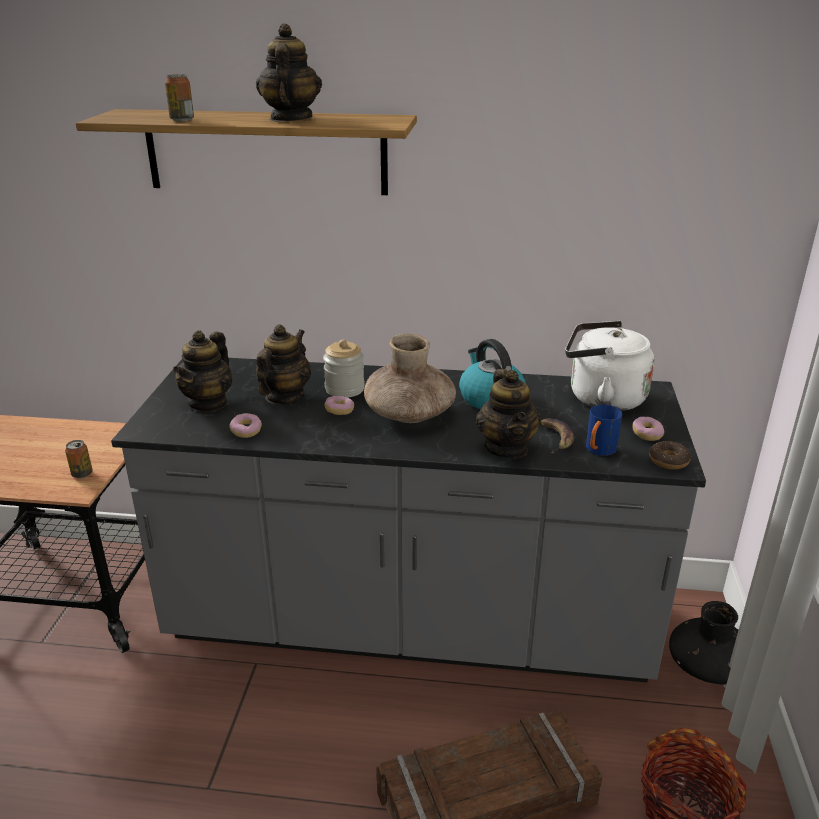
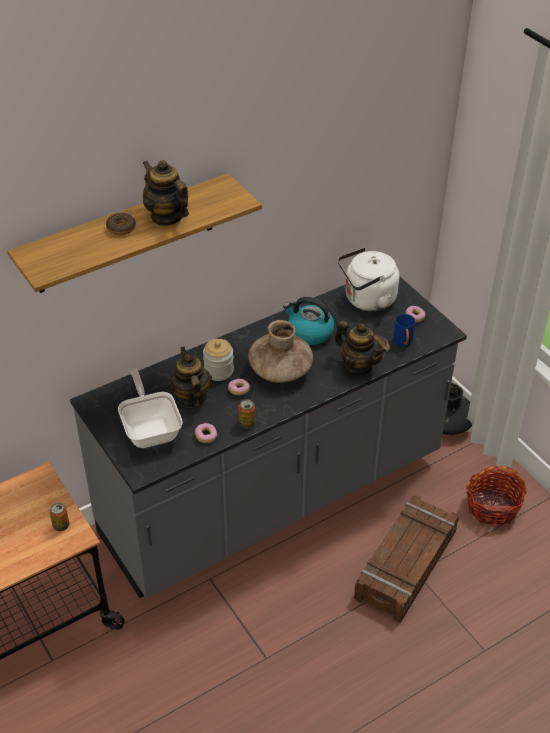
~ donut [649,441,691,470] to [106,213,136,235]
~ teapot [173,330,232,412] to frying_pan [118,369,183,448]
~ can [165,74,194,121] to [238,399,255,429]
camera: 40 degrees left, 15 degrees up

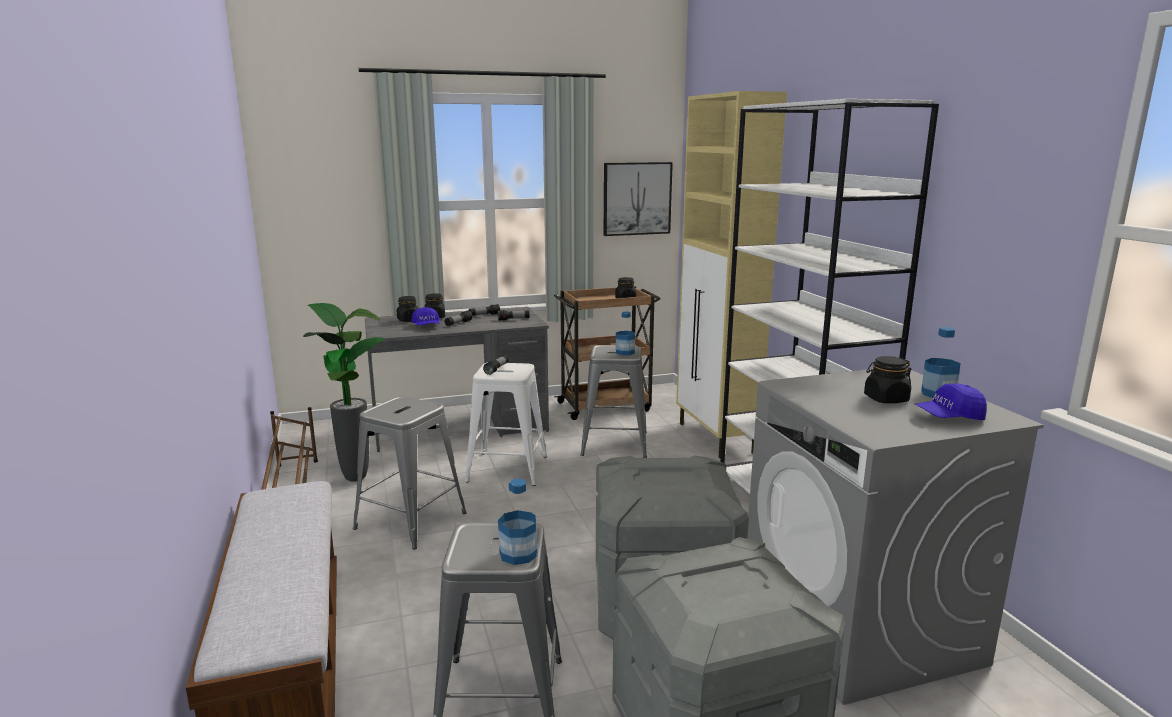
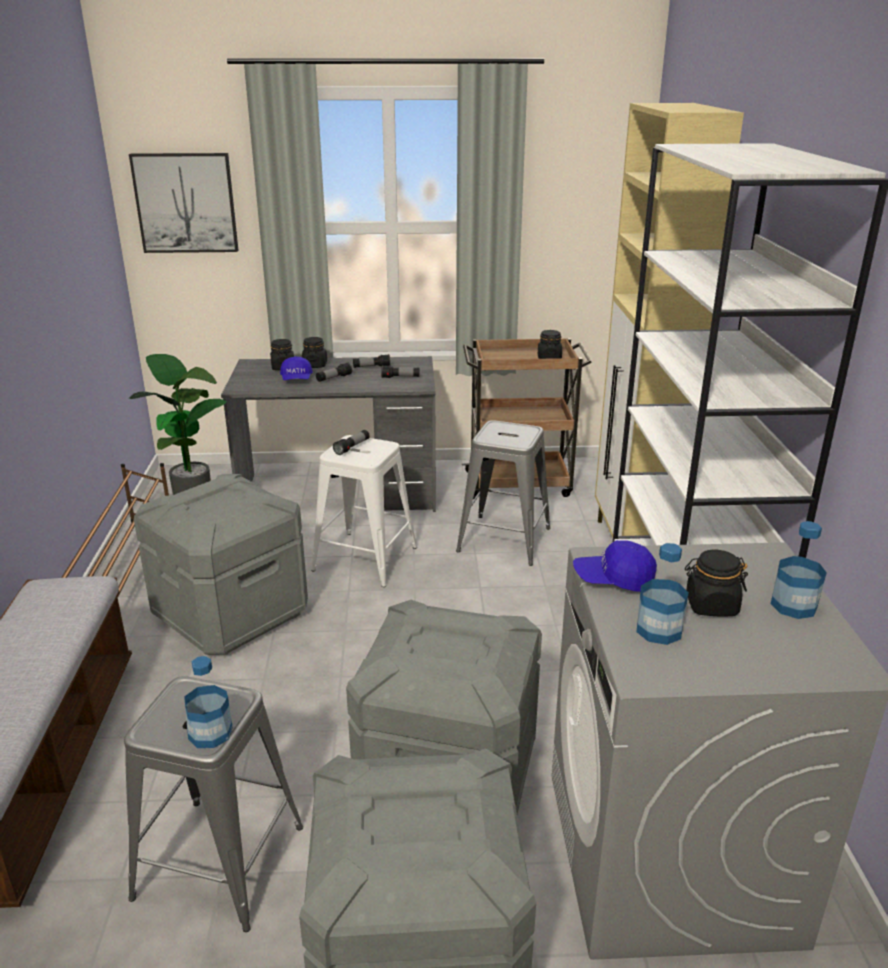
~ picture [604,162,673,236] to [129,153,239,253]
~ grey_stool [353,396,467,549] to grey_storage_box [134,474,308,655]
~ blue_cap [915,383,987,420] to [573,540,657,592]
~ bottle [616,312,635,355] to [637,543,689,645]
camera: 15 degrees right, 10 degrees up

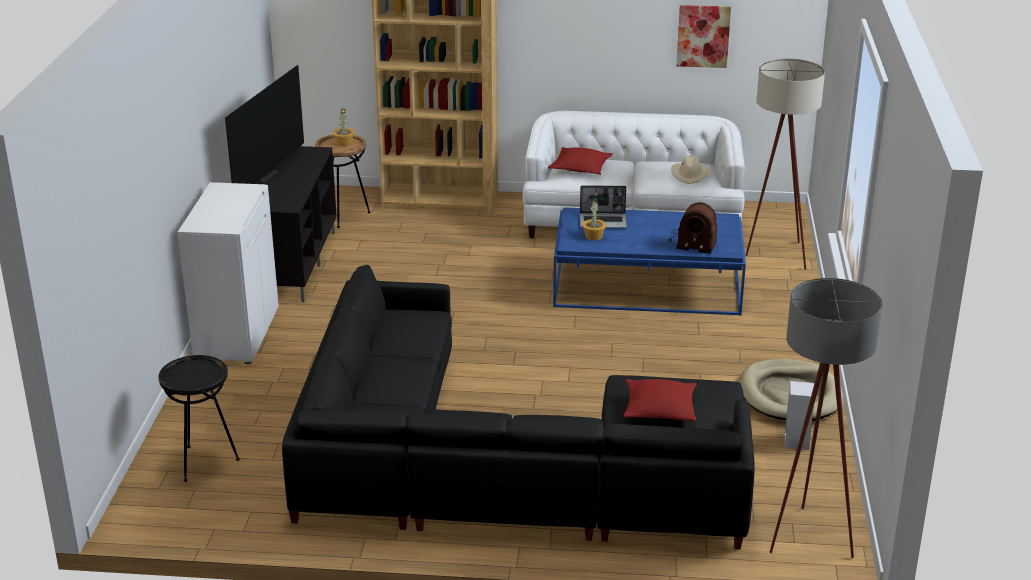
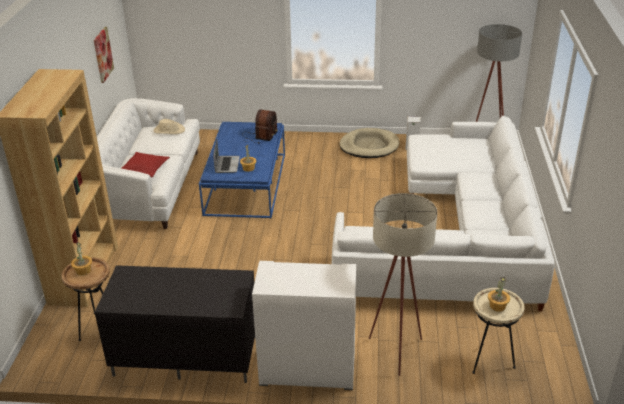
~ black_sofa [282,265,755,549] to white_sofa [332,116,555,311]
~ beige_floor_lamp [746,58,825,270] to [369,193,437,376]
~ black_side_table [158,355,240,482] to beige_side_table [472,288,525,374]
+ potted_plant [488,277,510,312]
- television [225,65,304,184]
- red_pillow [623,379,697,421]
camera: 90 degrees left, 5 degrees up

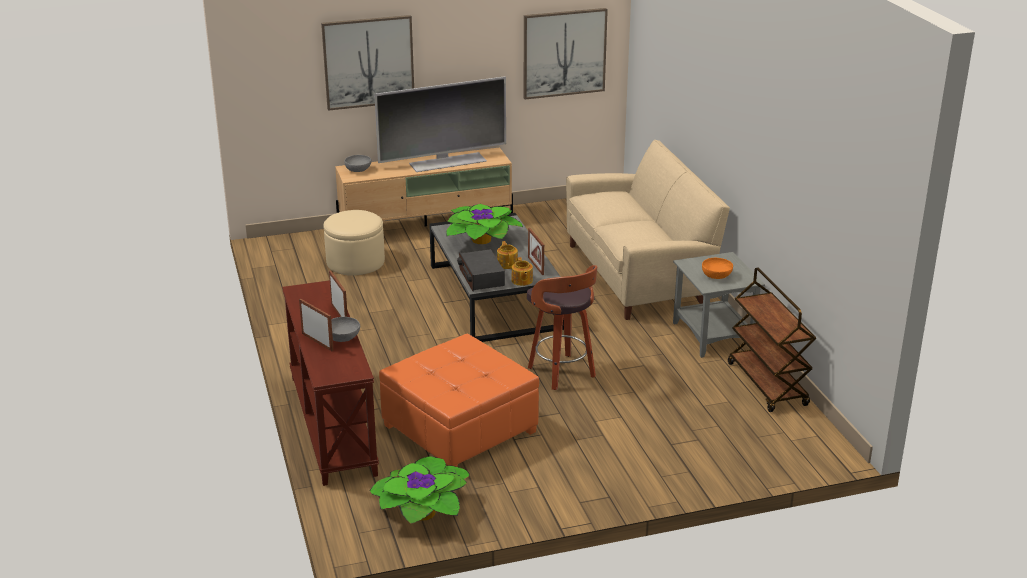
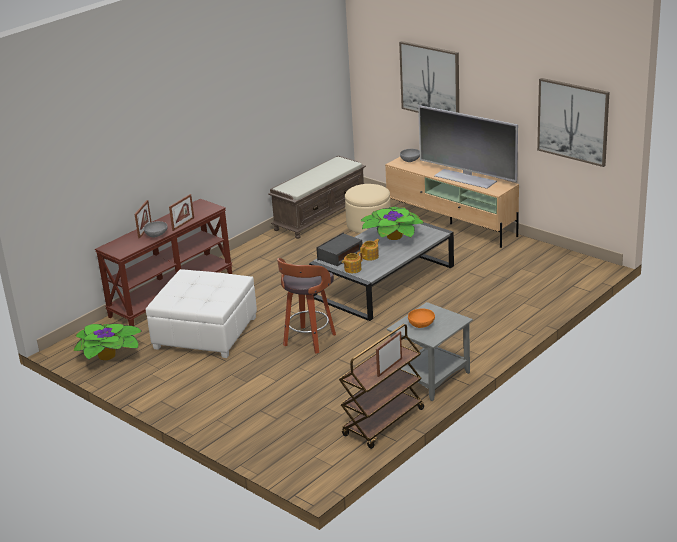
~ orange_ottoman [379,334,539,467] to white_ottoman [146,269,257,358]
+ brown_bench [268,156,366,239]
~ picture_frame [528,228,544,275] to [376,331,402,377]
- beige_sofa [566,140,730,320]
camera: 60 degrees right, 0 degrees up

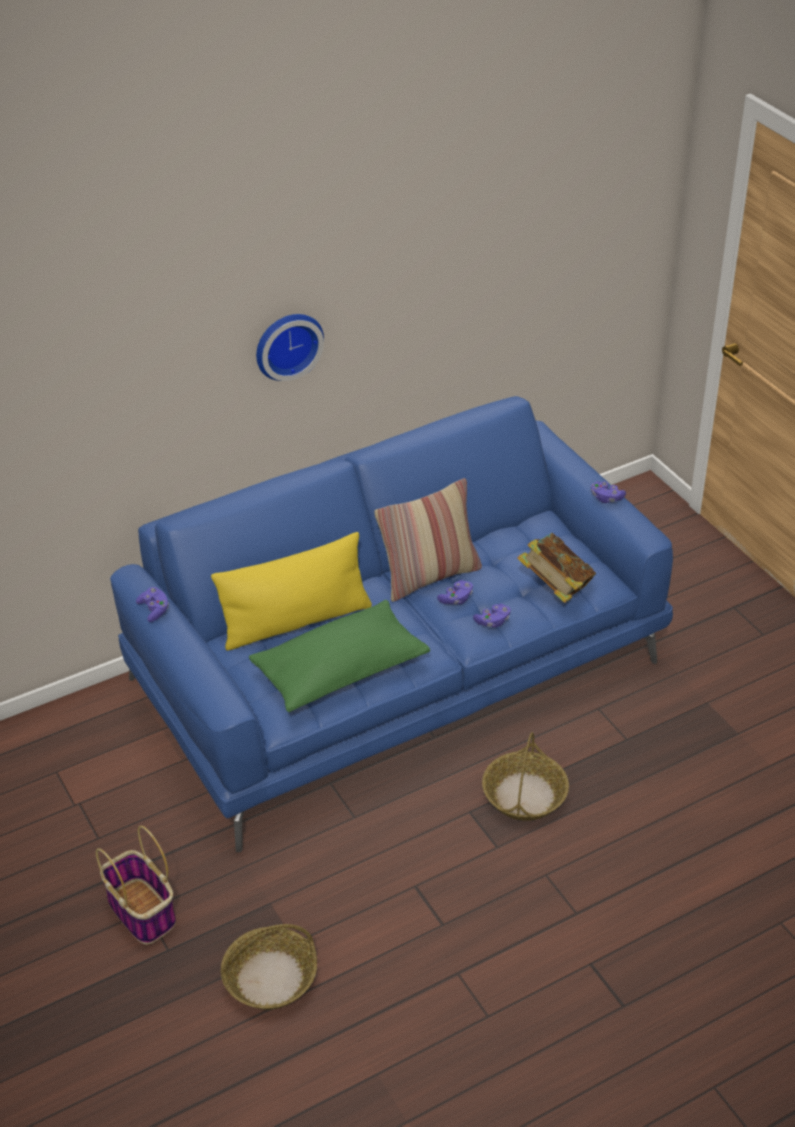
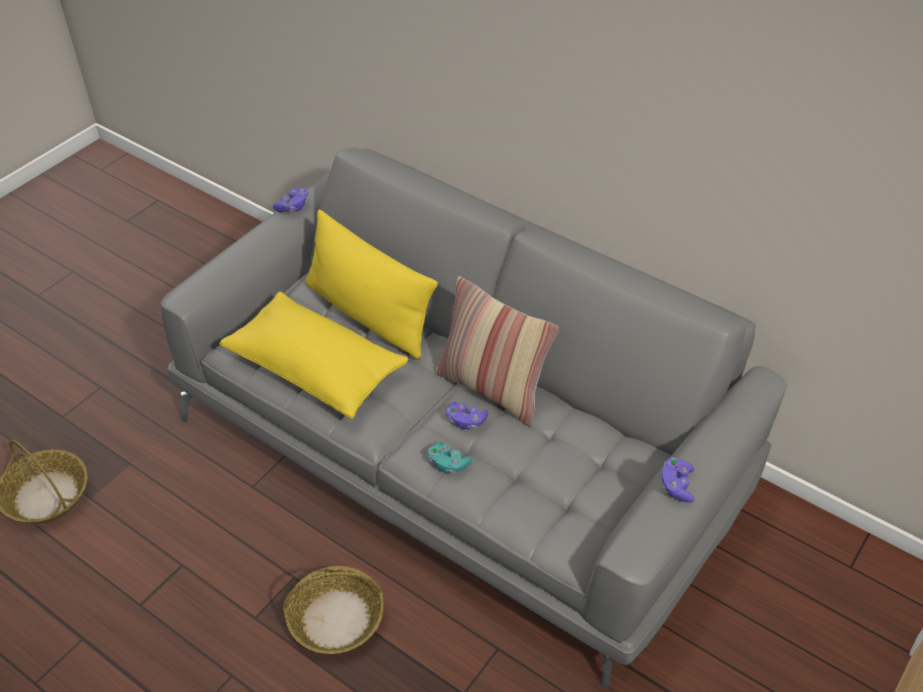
~ blue_sofa [110,396,673,852] to grey_sofa [160,147,787,687]
~ green_pillow [249,600,430,712] to yellow_pillow [220,292,409,419]
~ purple_game_controller [473,604,511,628] to turquoise_game_controller [428,442,472,473]
- basket [96,826,176,944]
- wall_clock [256,314,324,381]
- book [517,533,596,603]
camera: 65 degrees right, 5 degrees up

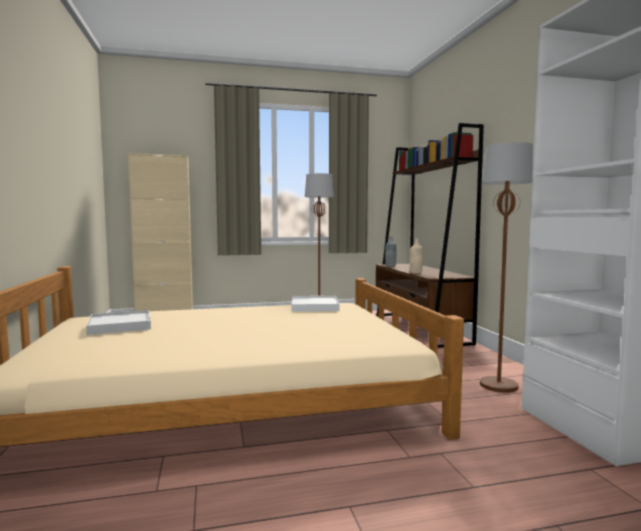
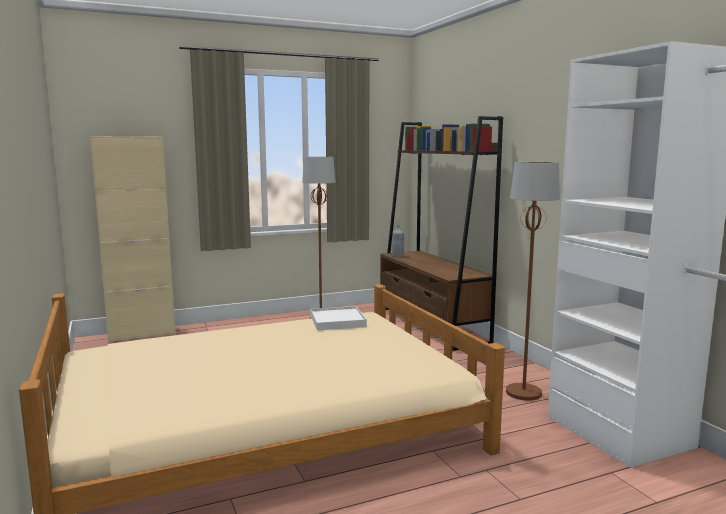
- white_tray [86,310,151,335]
- beige_bottle [410,239,423,273]
camera: 10 degrees left, 5 degrees up

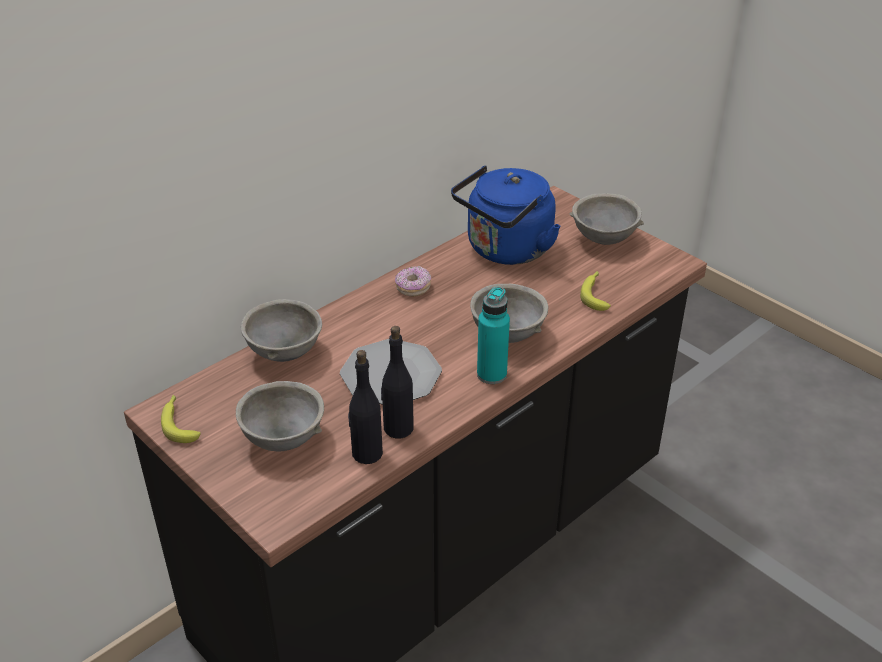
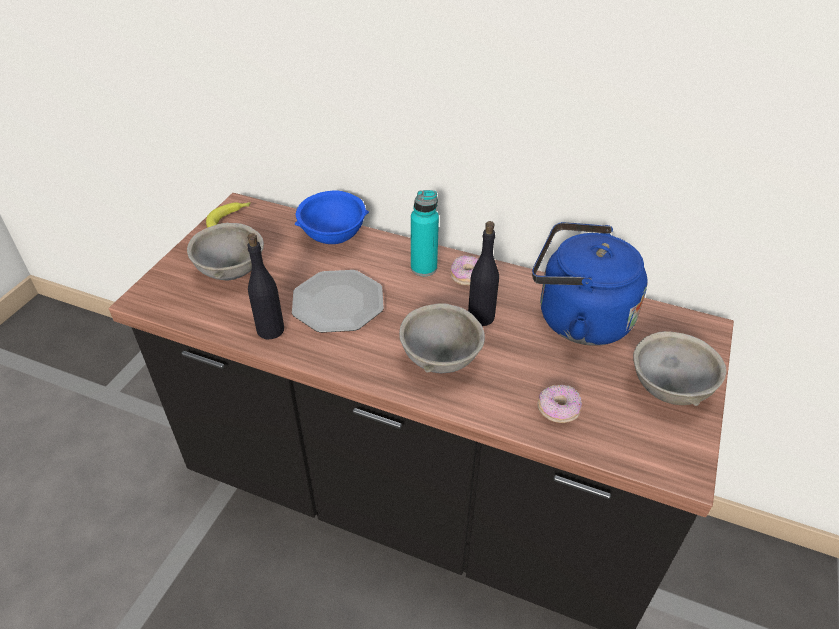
~ grey_bowl [241,299,322,362] to blue_bowl [295,190,369,244]
~ turquoise_bottle [477,287,510,384] to [411,190,439,276]
~ black_bottle [348,350,383,464] to [468,221,499,326]
~ banana [580,271,611,311] to donut [538,385,582,423]
camera: 65 degrees right, 5 degrees up

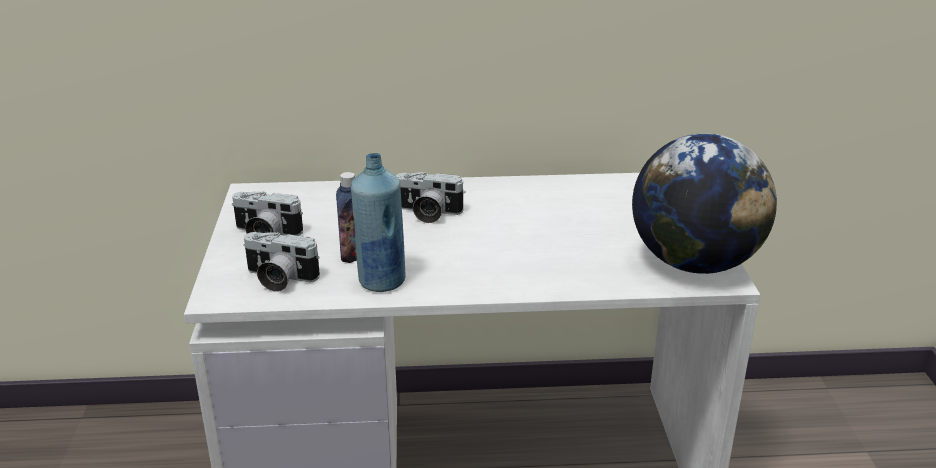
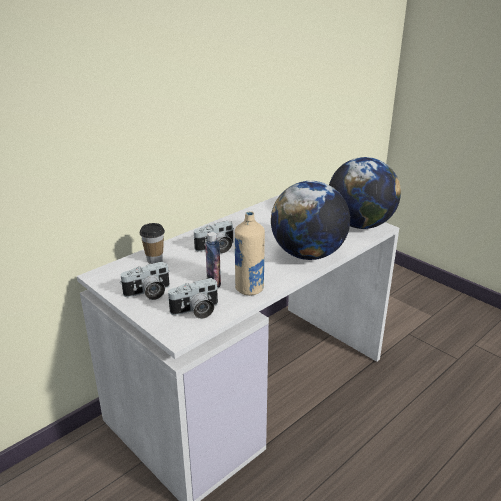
+ cup [140,223,165,264]
~ blue_bottle [351,153,405,292] to beige_bottle [235,211,265,296]
+ globe [271,181,350,260]
camera: 40 degrees left, 0 degrees up

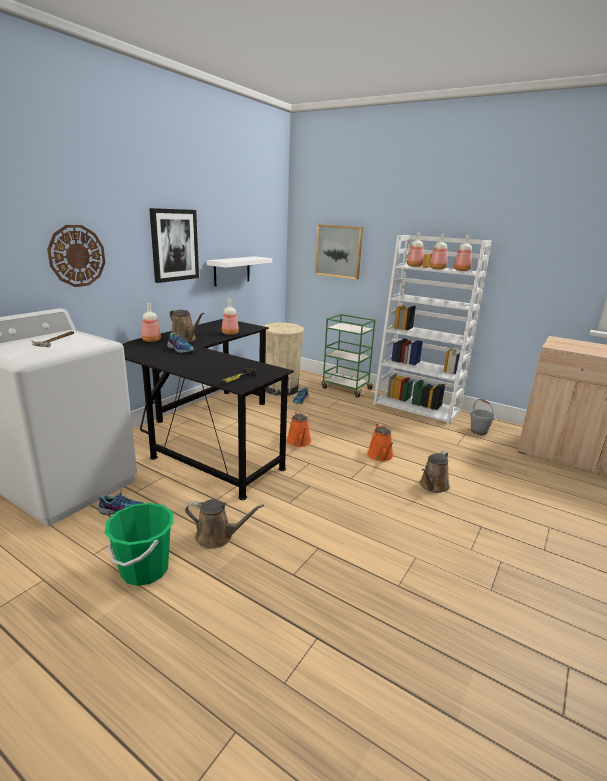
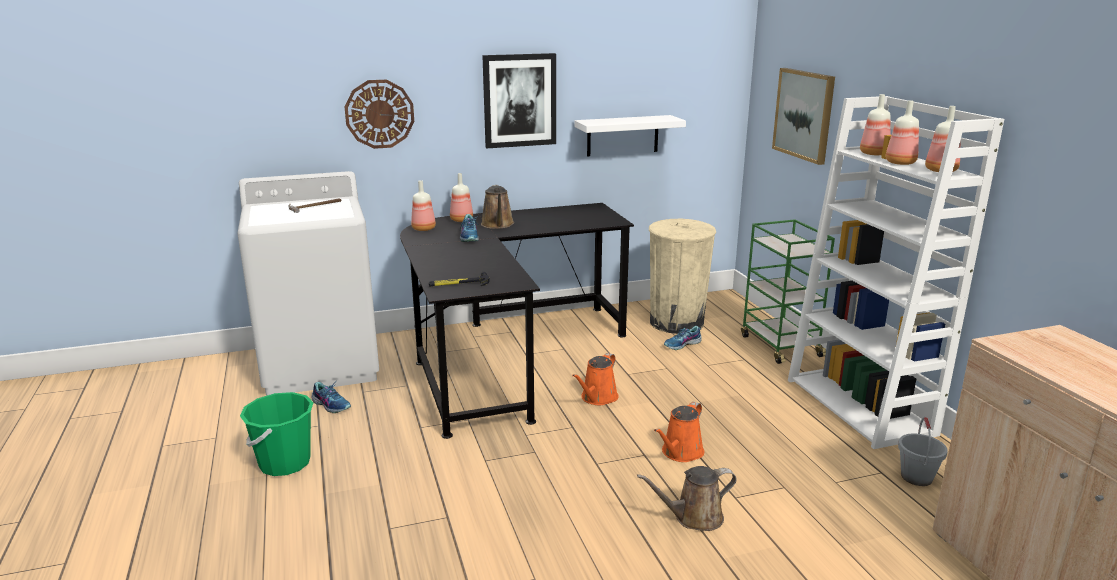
~ bottle [222,299,239,335] to [411,180,436,231]
- brown_watering_can [185,499,264,549]
camera: 40 degrees right, 0 degrees up

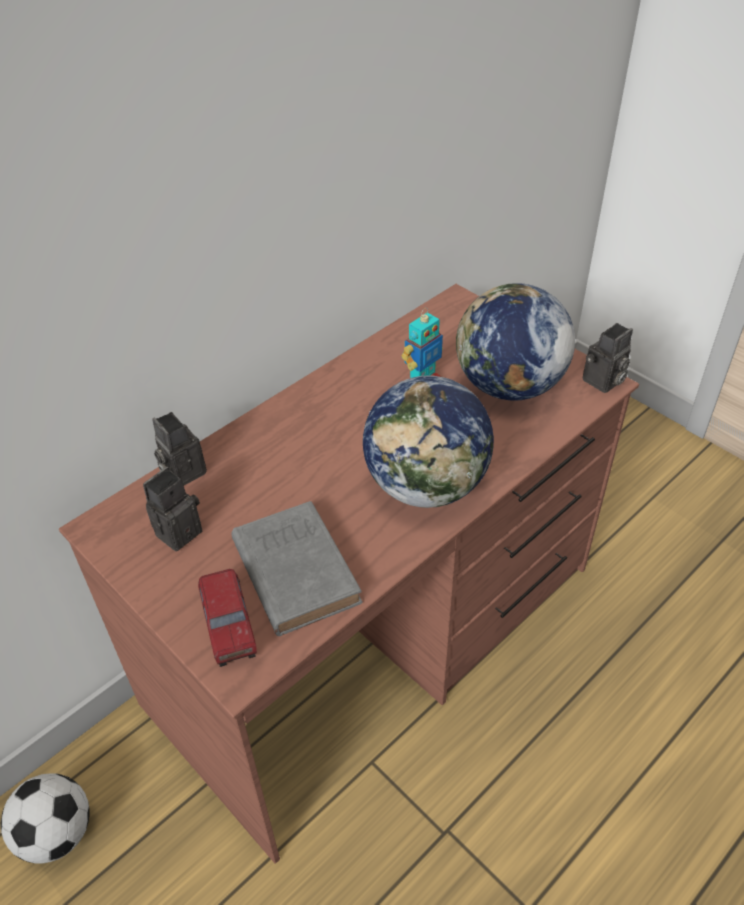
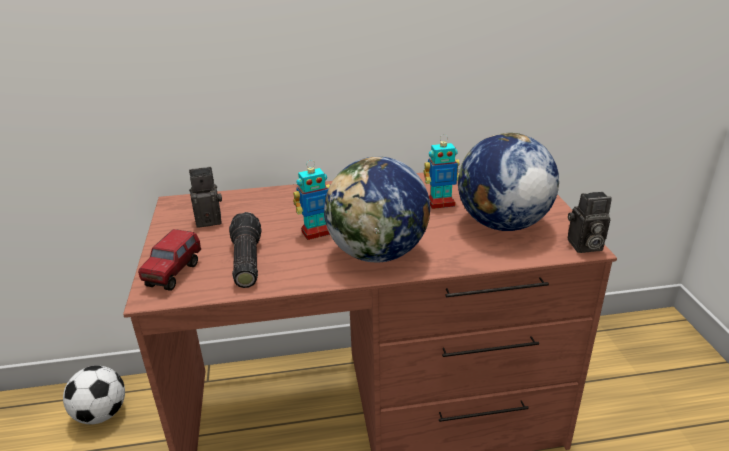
~ grey_book [231,501,363,636] to flashlight [229,212,262,288]
+ toy_robot [293,160,330,240]
- photo_camera [152,412,207,485]
camera: 35 degrees right, 15 degrees down

